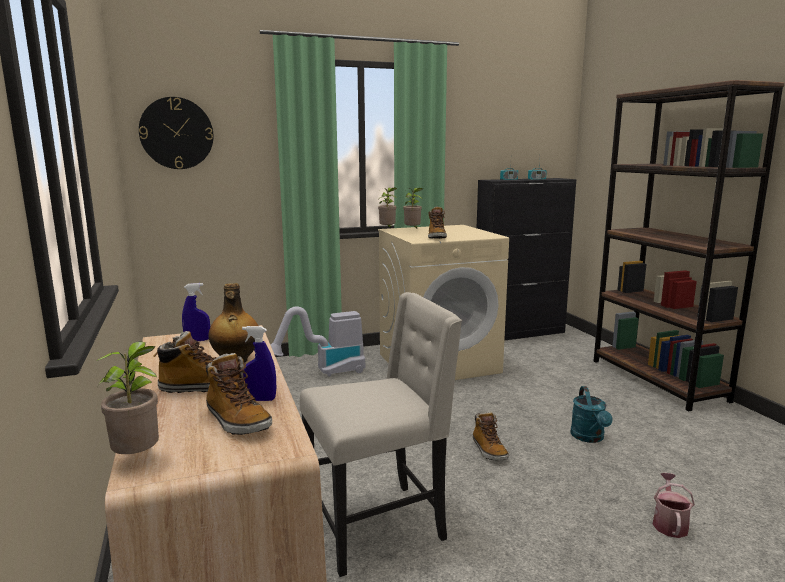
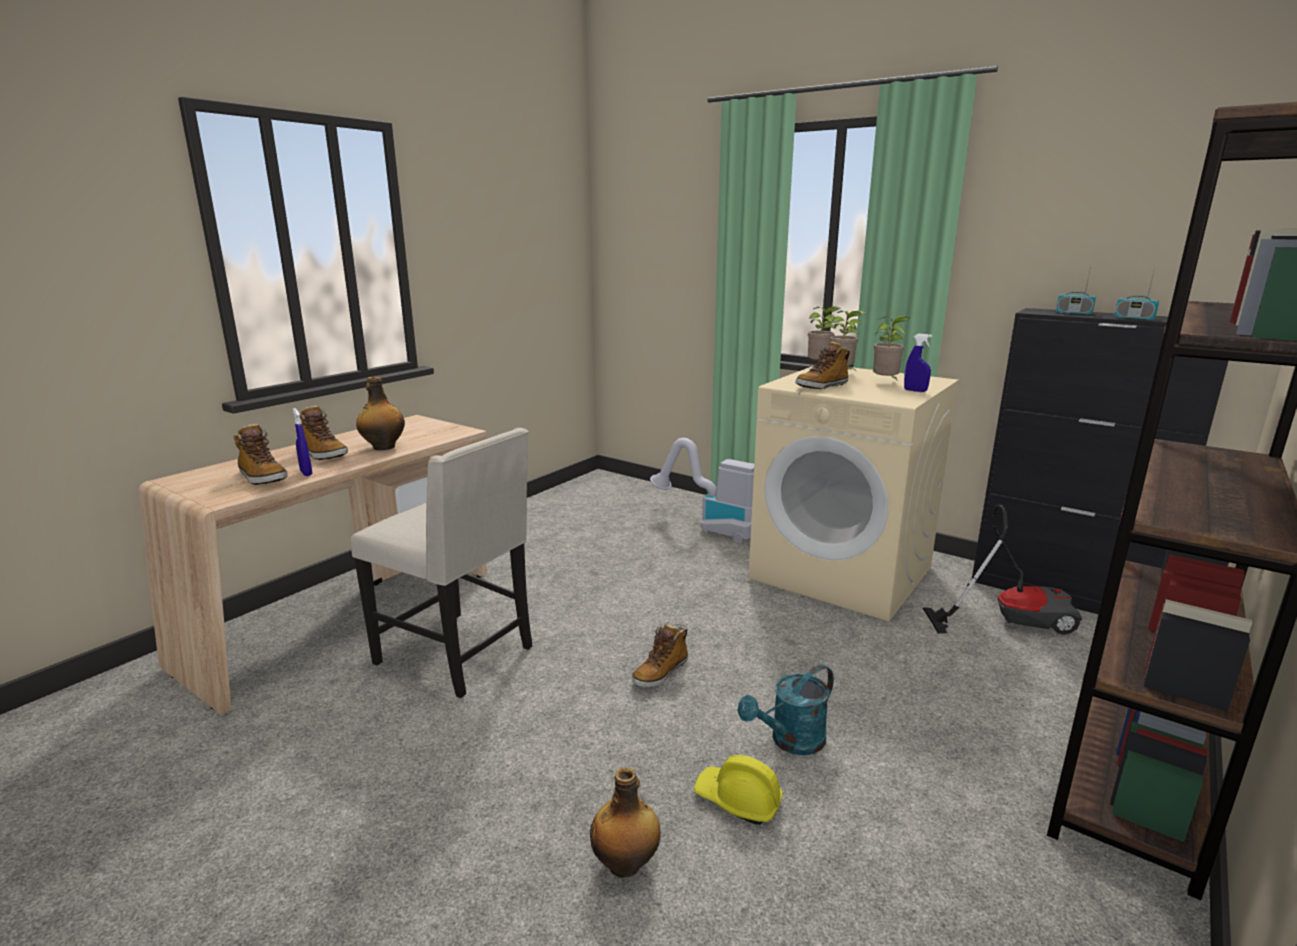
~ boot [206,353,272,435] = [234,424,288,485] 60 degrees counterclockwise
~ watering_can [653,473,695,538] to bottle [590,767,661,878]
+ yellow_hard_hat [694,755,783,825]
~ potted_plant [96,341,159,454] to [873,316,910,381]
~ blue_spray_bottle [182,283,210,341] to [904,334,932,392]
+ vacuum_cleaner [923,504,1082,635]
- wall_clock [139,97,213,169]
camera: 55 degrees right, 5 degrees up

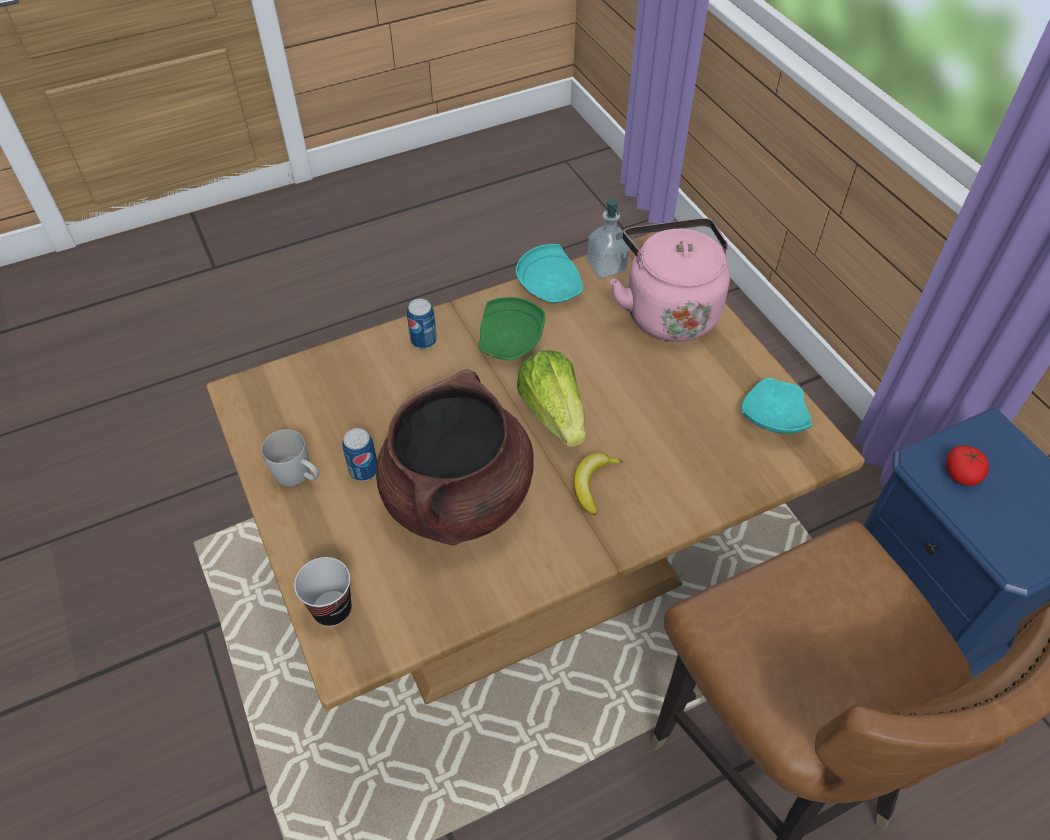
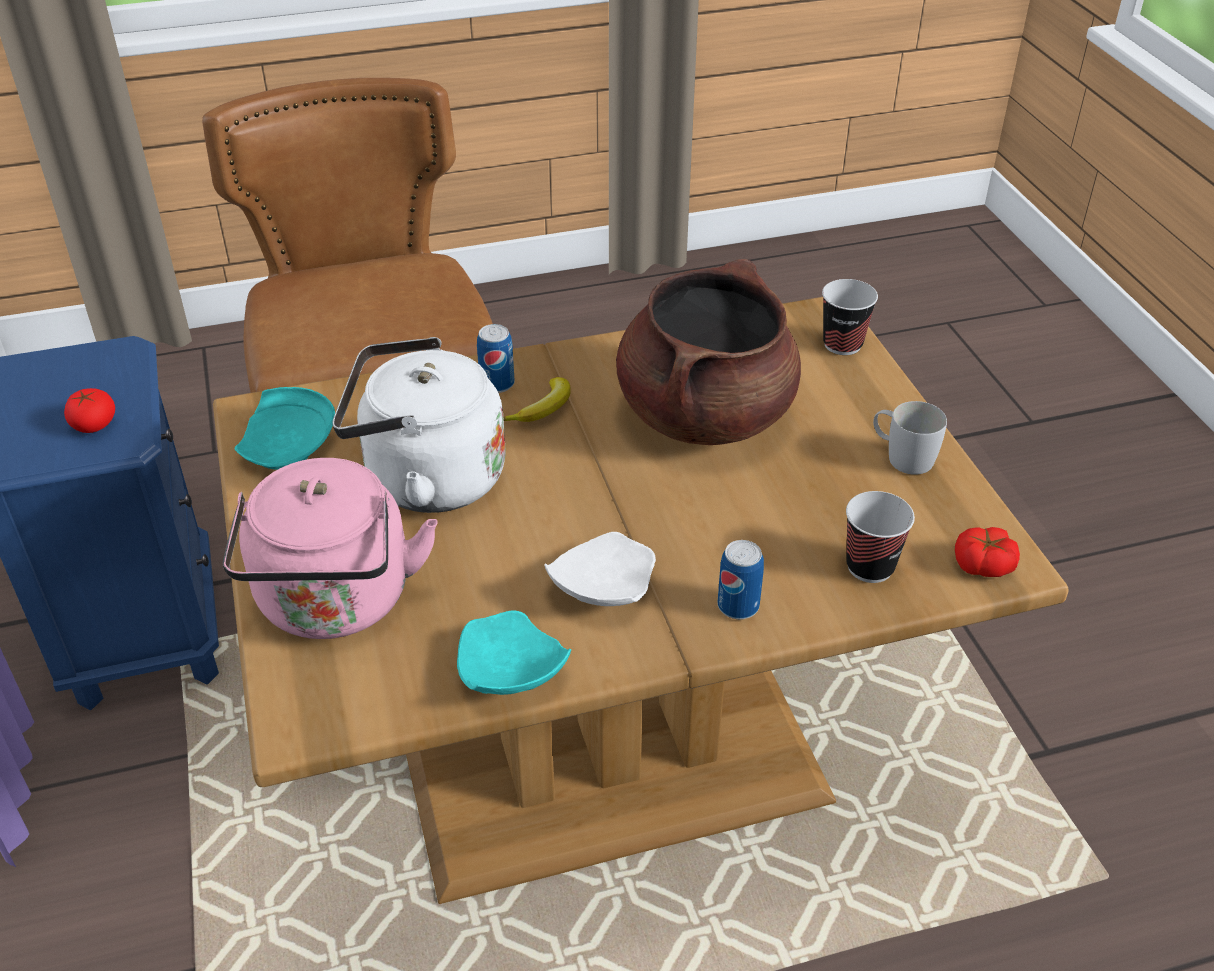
+ white_kettle [332,337,506,513]
~ can [342,428,377,481] to [477,324,515,393]
~ green_plate [478,297,545,360] to white_plate [544,532,656,606]
+ cup [846,491,915,583]
+ tomato [955,527,1020,577]
- lettuce [517,350,586,447]
- soap_dispenser [587,199,629,278]
camera: 170 degrees left, 10 degrees down

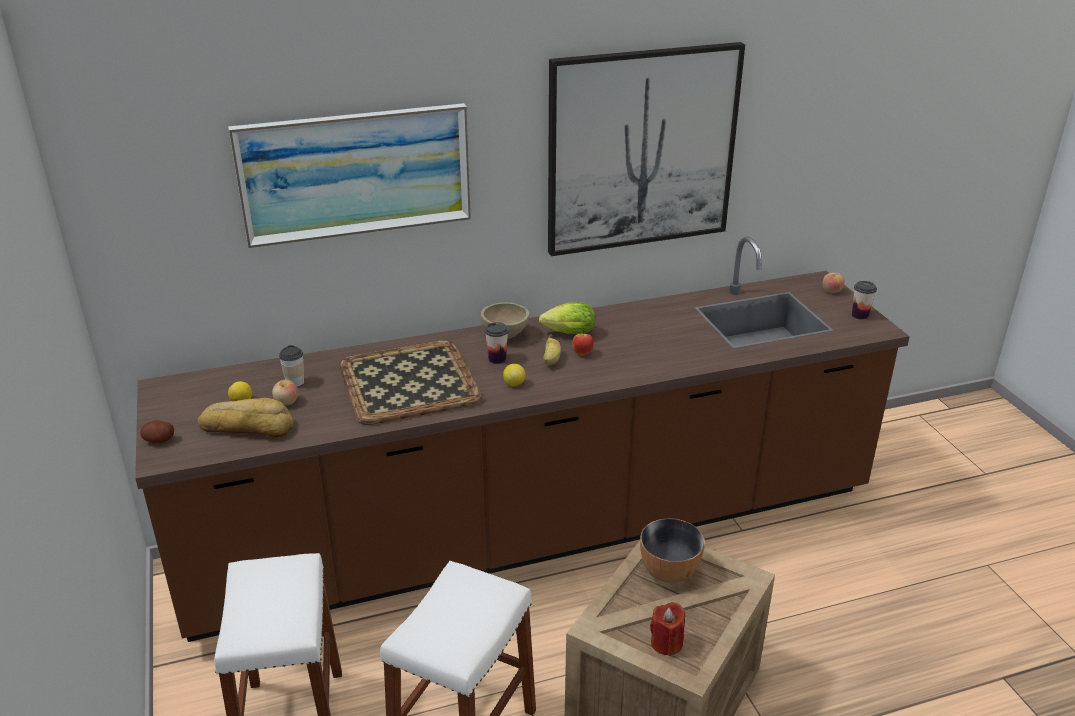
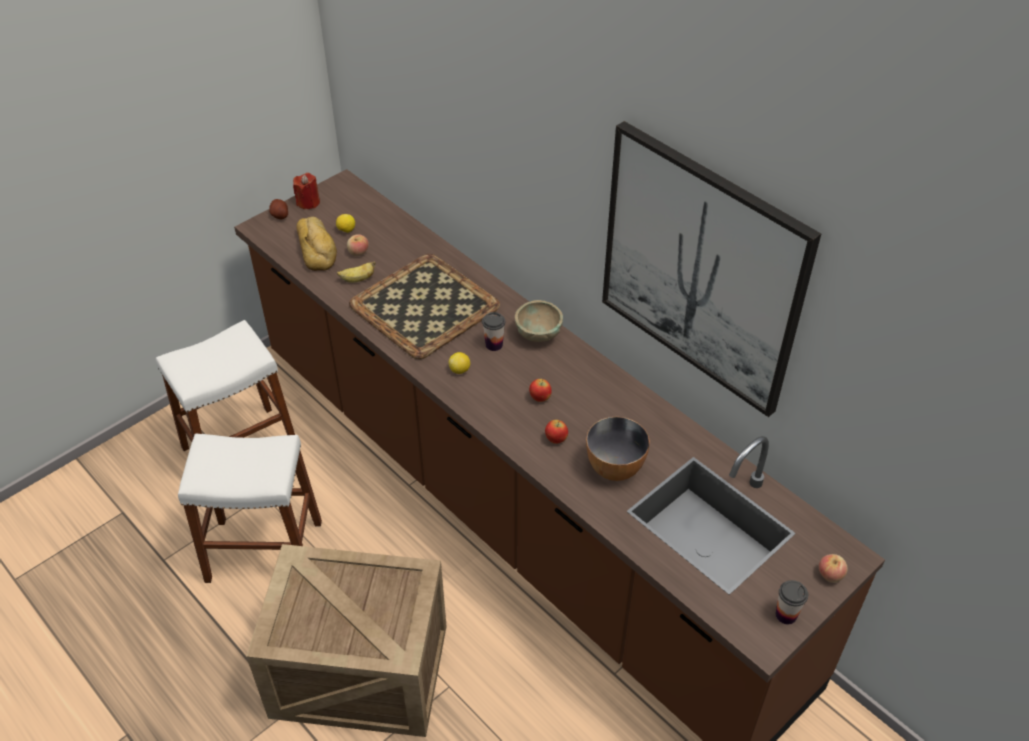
~ red_candle [650,602,685,656] to [293,173,320,209]
~ banana [543,334,561,365] to [337,261,376,283]
+ apple [545,420,568,444]
~ bowl [640,518,705,583] to [586,417,650,481]
- picture [228,103,471,248]
- cup [279,345,304,387]
- lettuce [539,302,595,334]
camera: 65 degrees right, 15 degrees up

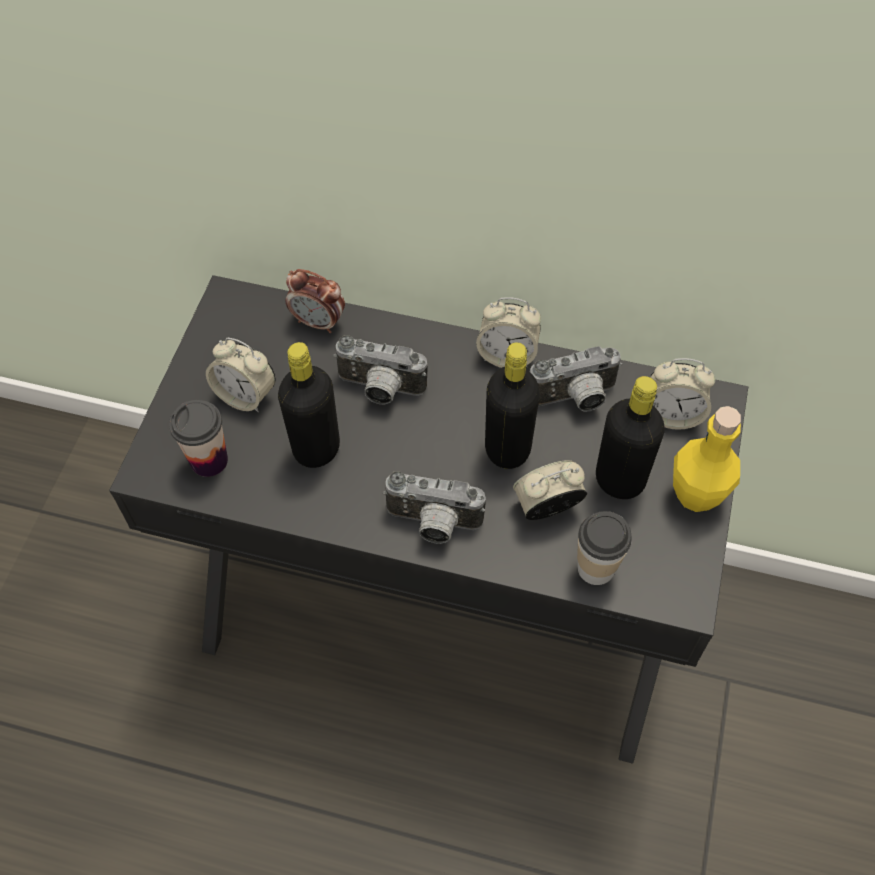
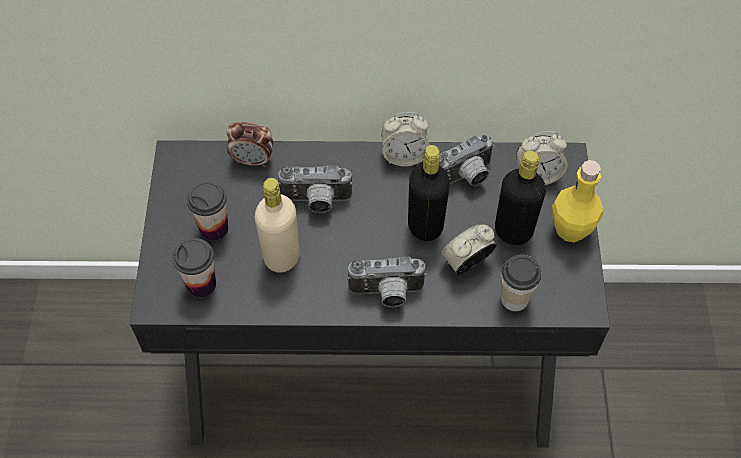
~ alarm_clock [206,338,276,412] to cup [187,181,228,241]
~ black_bottle [278,342,340,468] to beige_bottle [255,178,300,273]
camera: 15 degrees left, 0 degrees up

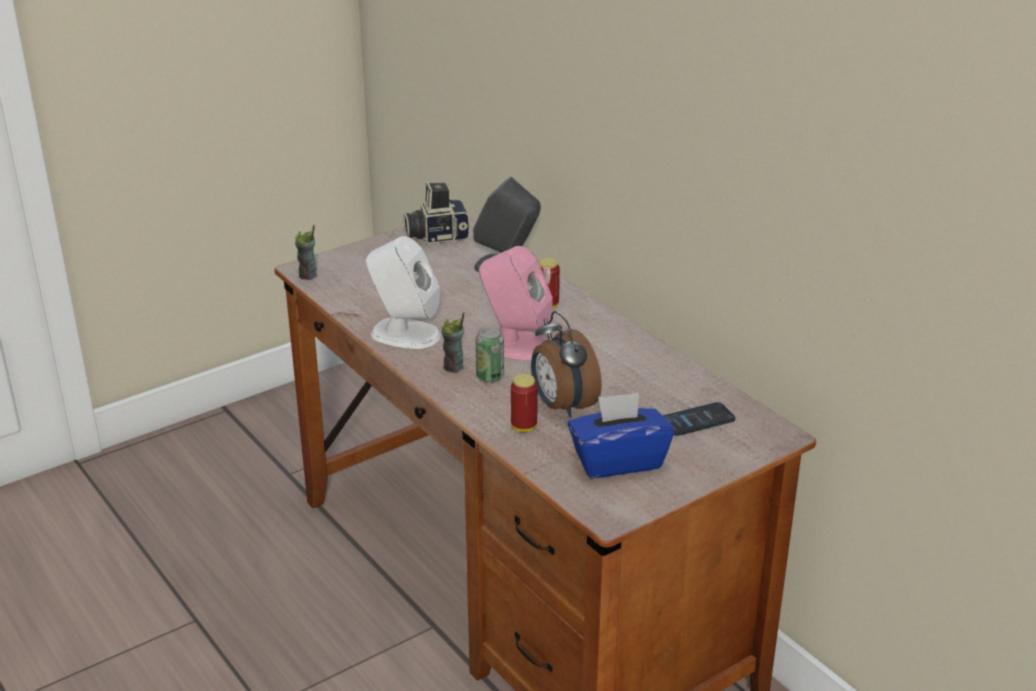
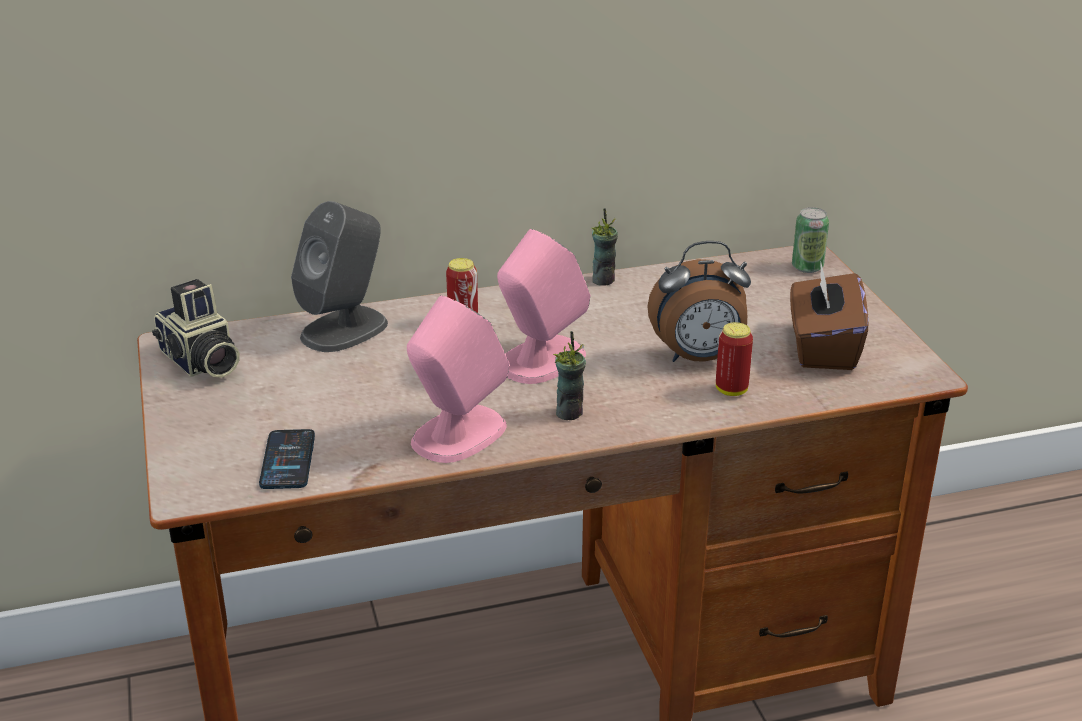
~ photo_camera [404,181,470,244] = [152,279,240,378] 45 degrees counterclockwise
~ phone [663,402,735,436] to [259,429,315,489]
~ white_speaker [365,236,441,349] to pink_speaker [407,295,509,463]
~ cup [295,225,317,280] to [591,208,618,286]
~ blue_tissue_box [568,392,674,478] to brown_tissue_box [790,264,869,370]
~ can [476,326,504,383] to [792,207,829,273]
camera: 70 degrees left, 0 degrees up

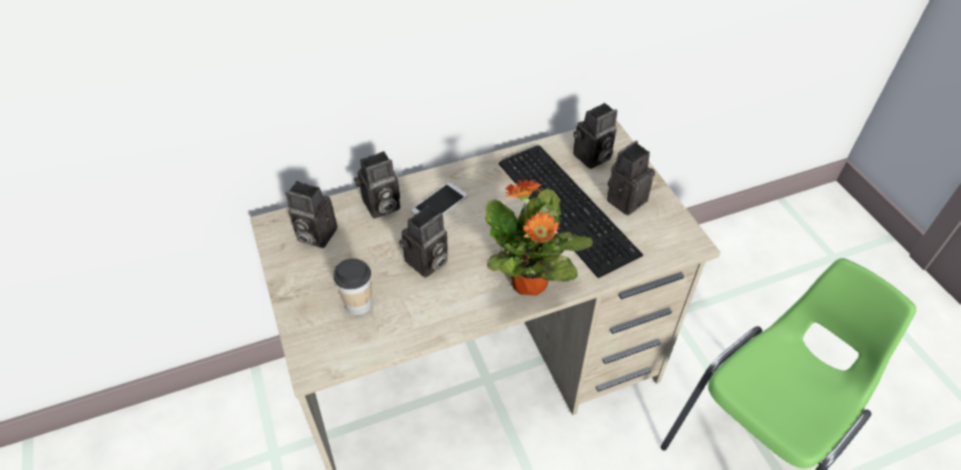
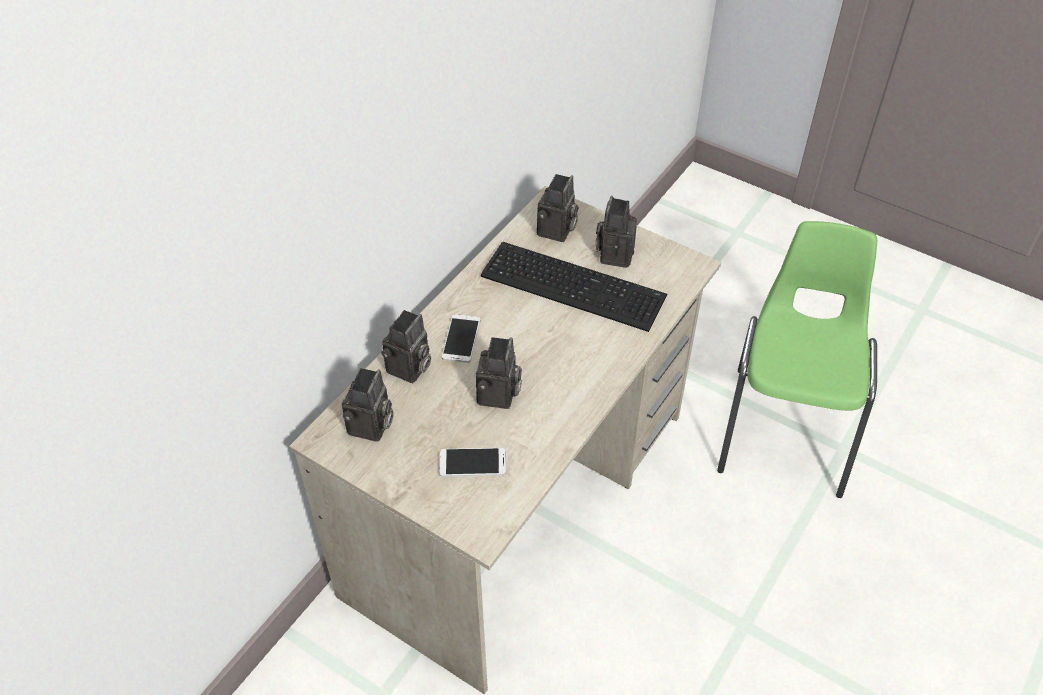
~ photo_camera [285,181,337,248] = [342,368,393,442] 60 degrees counterclockwise
~ cup [334,259,372,315] to phone [439,448,506,477]
- potted_plant [485,179,593,295]
camera: 35 degrees left, 0 degrees up

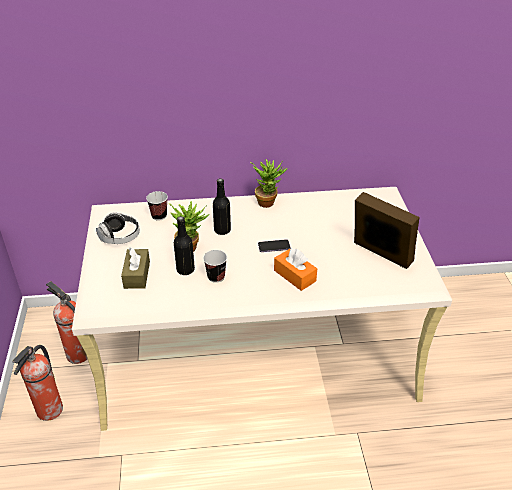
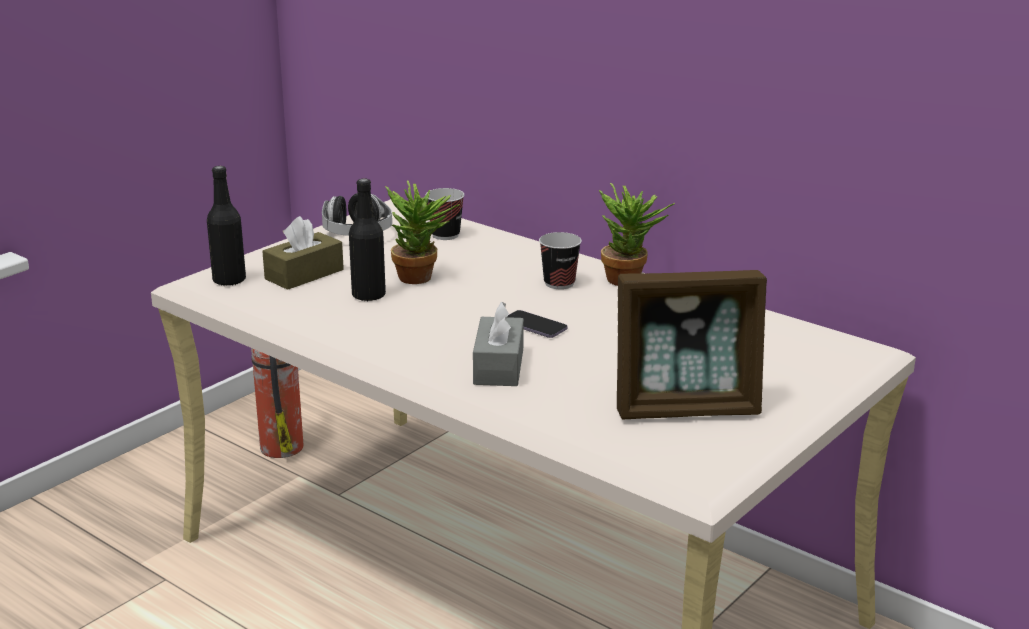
~ black_bottle [213,178,231,235] to [207,166,246,286]
~ orange_tissue_box [274,248,317,291] to grey_tissue_box [473,301,524,386]
~ cup [203,250,227,283] to [539,232,582,289]
~ picture_frame [354,192,420,269] = [617,270,767,419] 90 degrees clockwise
- fire_extinguisher [12,345,63,421]
camera: 45 degrees right, 15 degrees down

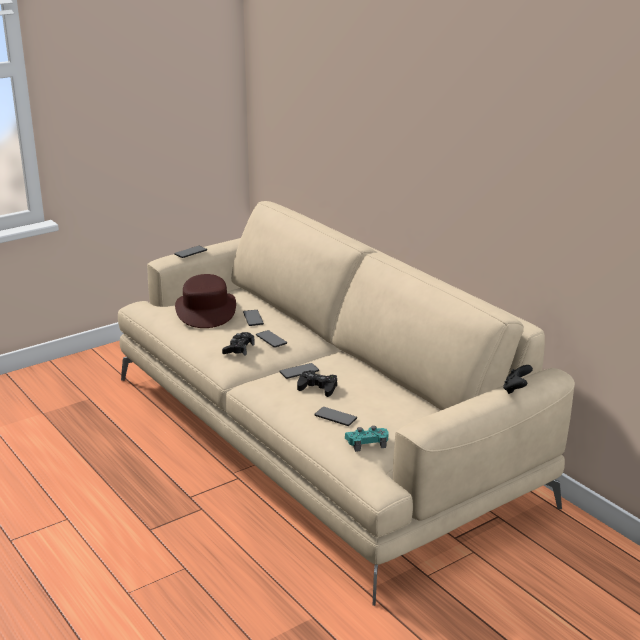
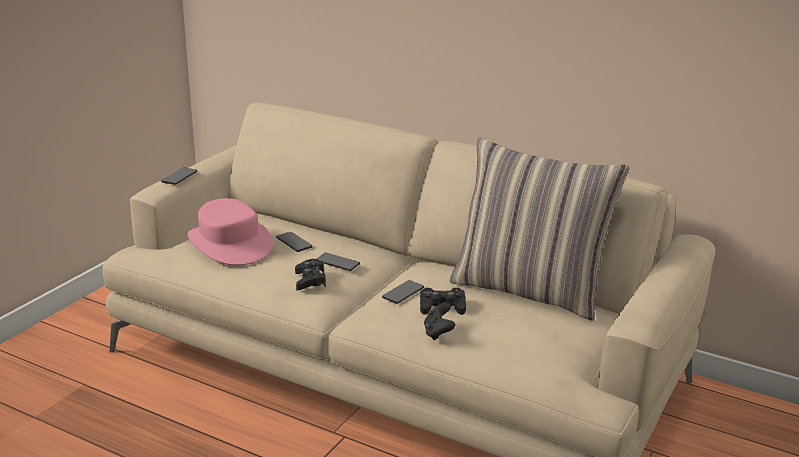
~ brown_hat [175,274,236,328] to pink_hat [187,198,273,265]
~ black_game_controller [503,365,533,394] to [424,302,456,340]
+ pillow [450,137,630,321]
- phone [314,407,357,426]
- turquoise_game_controller [345,426,389,452]
camera: 25 degrees left, 0 degrees up

